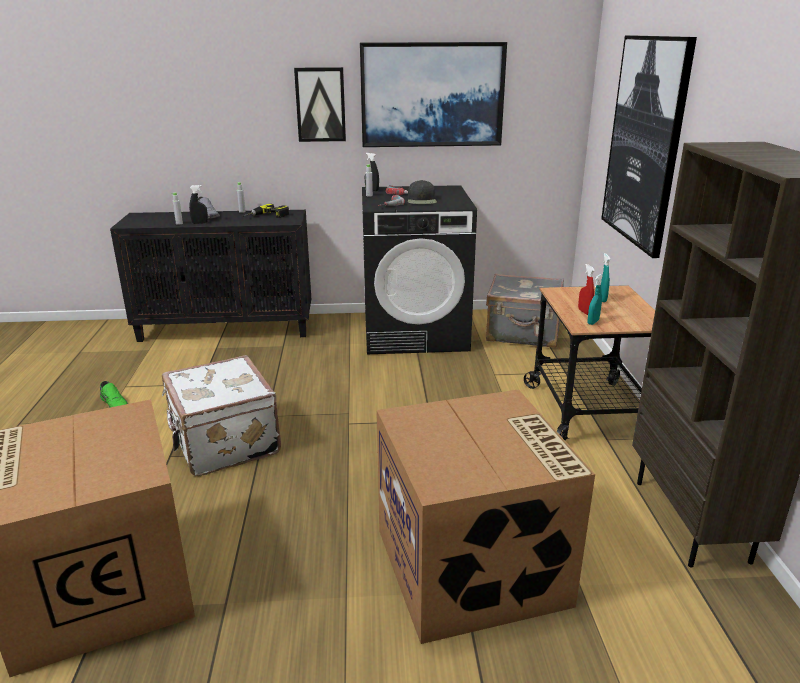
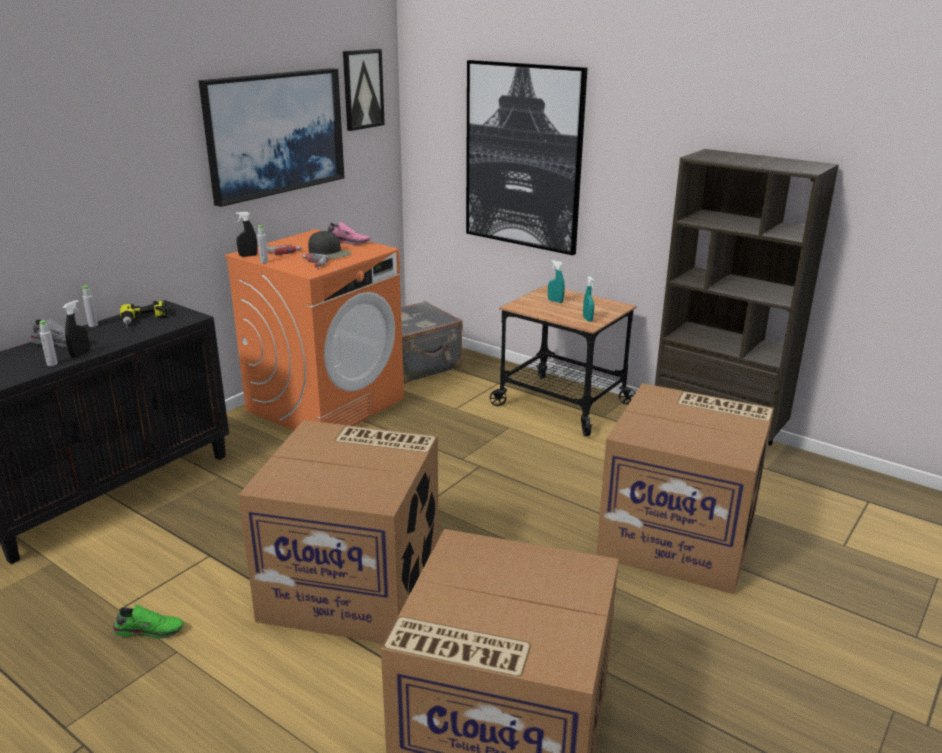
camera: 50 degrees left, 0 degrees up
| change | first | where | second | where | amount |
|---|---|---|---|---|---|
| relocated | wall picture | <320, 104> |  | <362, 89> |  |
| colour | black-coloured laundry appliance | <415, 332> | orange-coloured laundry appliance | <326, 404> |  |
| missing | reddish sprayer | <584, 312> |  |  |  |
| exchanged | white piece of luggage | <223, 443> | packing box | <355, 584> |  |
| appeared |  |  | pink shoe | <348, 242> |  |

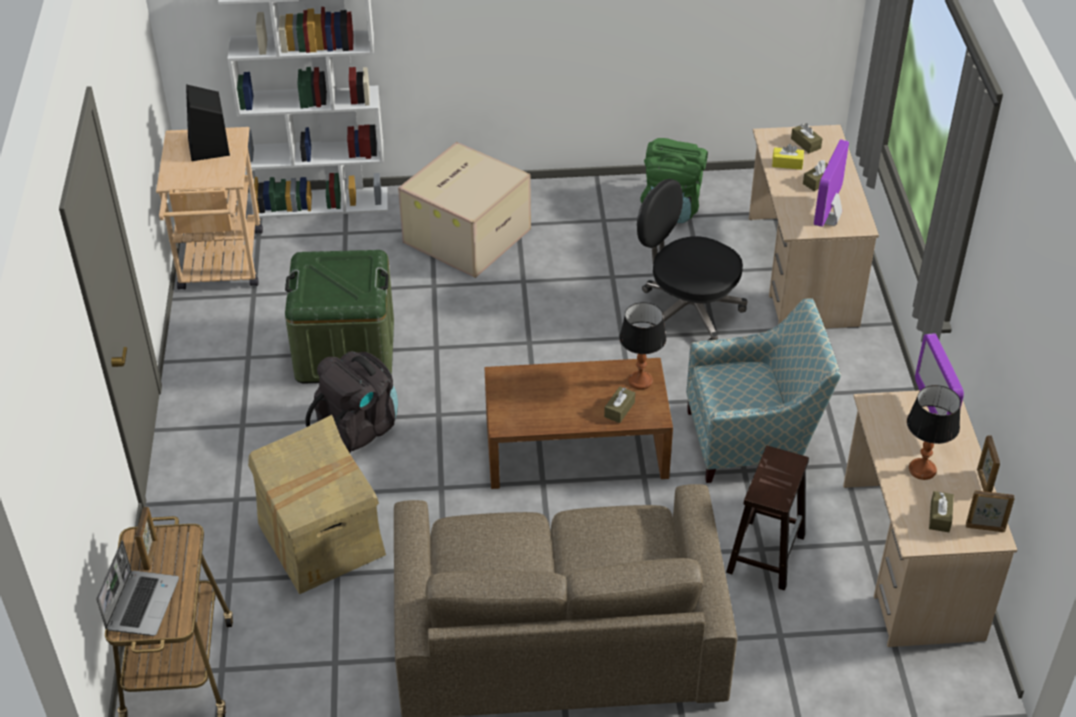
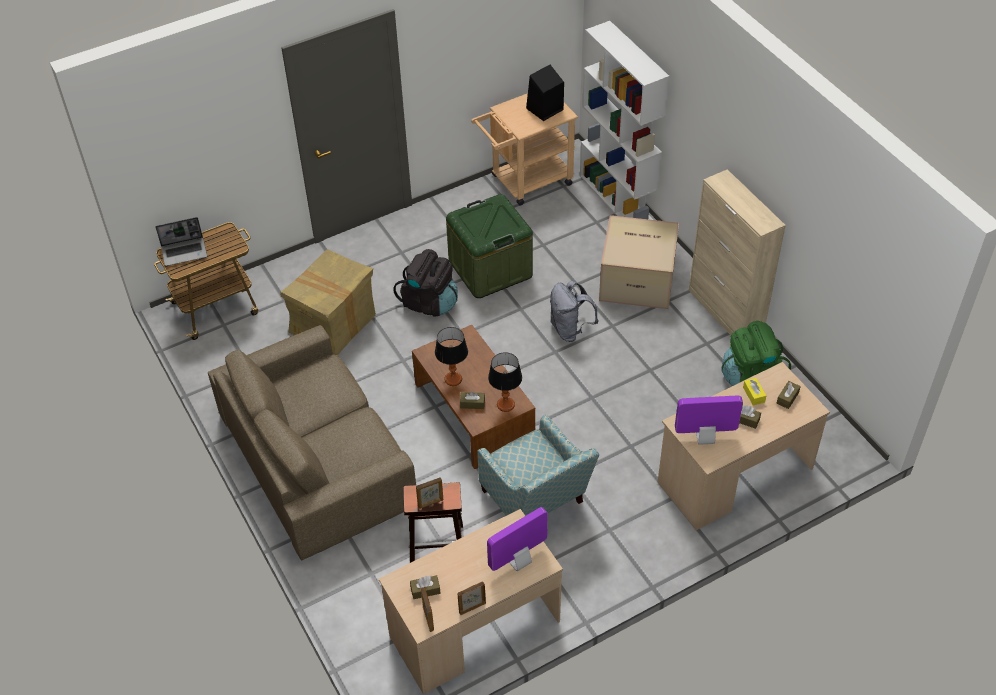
camera: 65 degrees right, 5 degrees up
| change | first | where | second | where | amount |
|---|---|---|---|---|---|
| missing | black-coloured computer chair | <688, 310> |  |  |  |
| relocated | lamp for a table | <922, 469> |  | <453, 379> |  |
| relocated | photo frame | <151, 555> |  | <431, 503> |  |
| appeared |  |  | beige-coloured cupboard | <725, 313> |  |
| appeared |  |  | grey knapsack | <570, 330> |  |

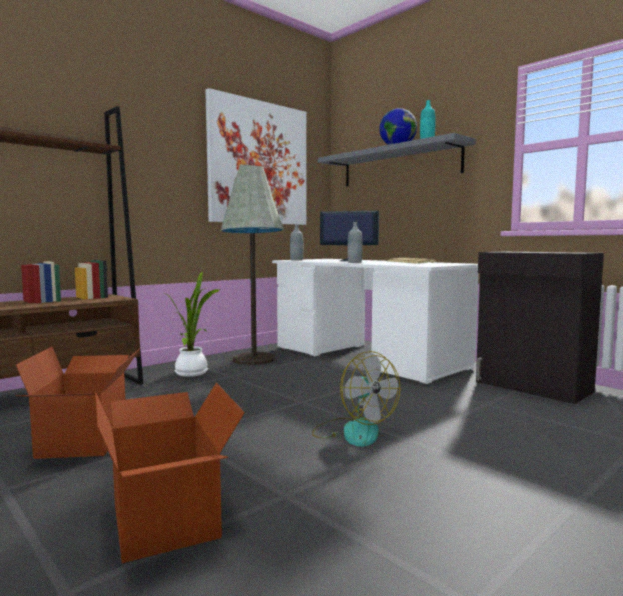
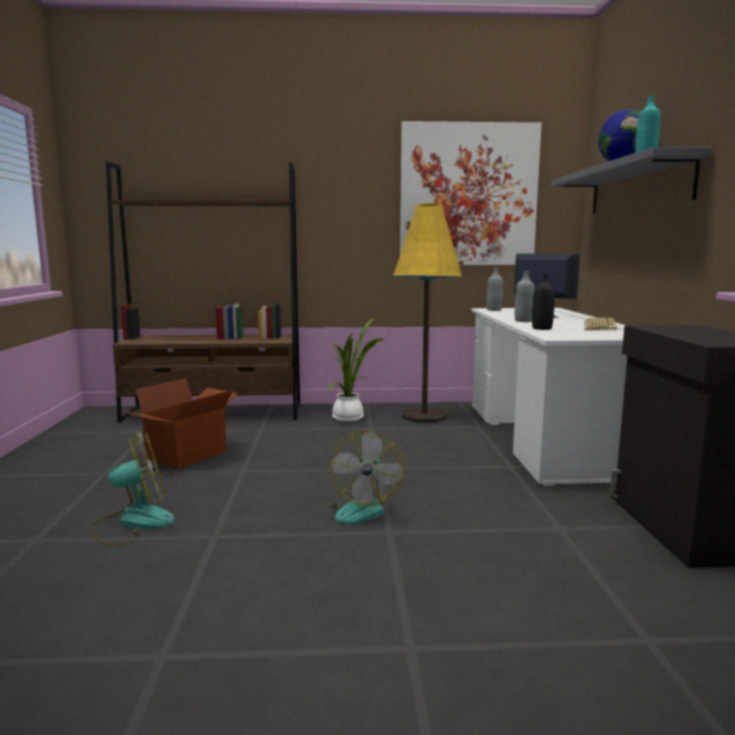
camera: 40 degrees right, 5 degrees up
| change | first | where | second | where | amount |
|---|---|---|---|---|---|
| colour | grey floor lamp | <254, 359> | yellow-coloured floor lamp | <424, 416> |  |
| exchanged | packing box | <167, 519> | cooling fan | <133, 523> |  |
| appeared |  |  | black-coloured drink bottle | <542, 328> |  |

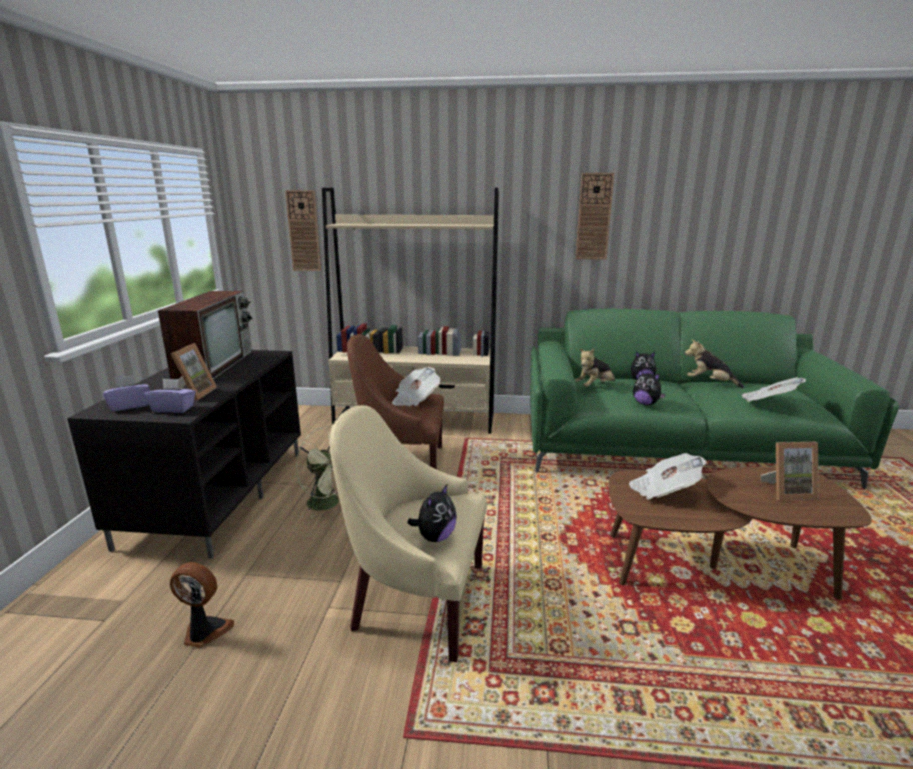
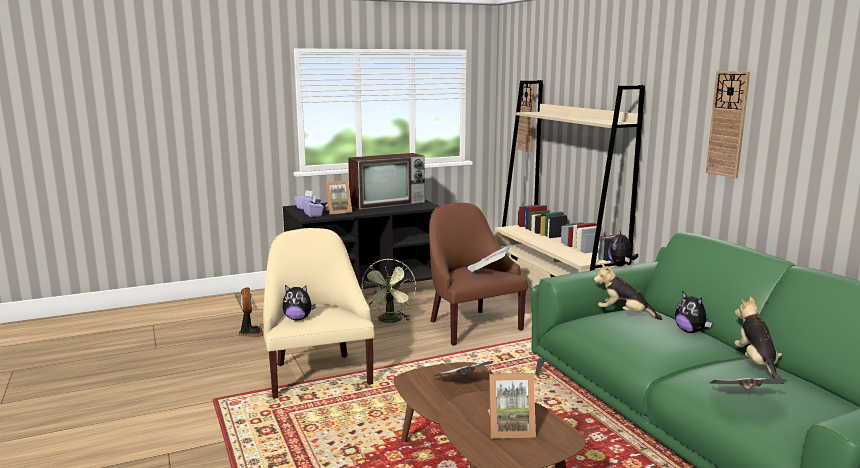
camera: 60 degrees right, 5 degrees down
| change | first | where | second | where | amount |
|---|---|---|---|---|---|
| relocated | plush toy | <646, 404> |  | <620, 265> |  |
| spun | photo frame | <787, 492> |  | <510, 429> | 60 degrees counterclockwise |

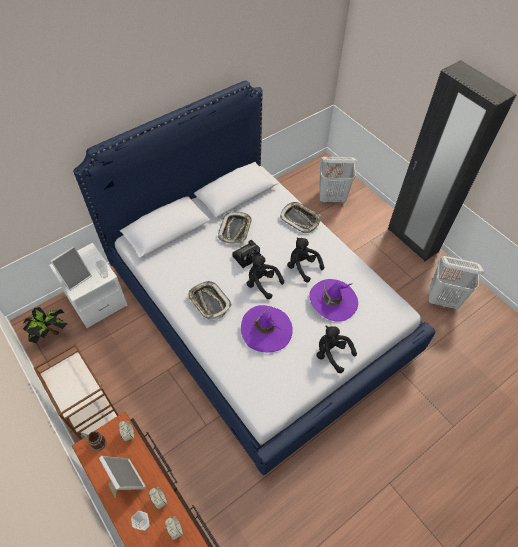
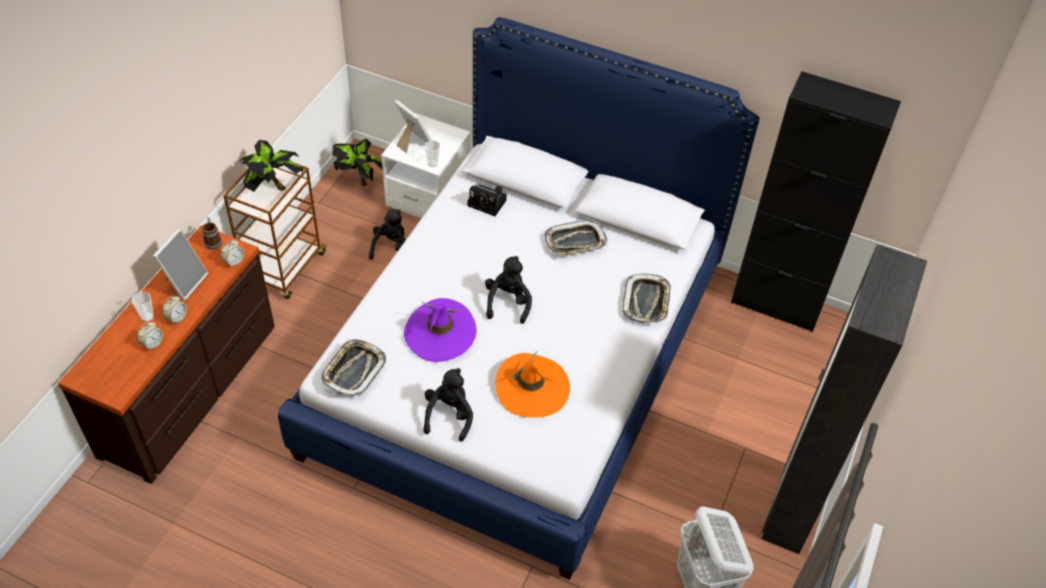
camera: 60 degrees right, 5 degrees down
| change | first | where | second | where | amount |
|---|---|---|---|---|---|
| missing | white hamper | <332, 198> |  |  |  |
| relocated | black-coloured plush toy | <302, 266> |  | <391, 249> |  |
| relocated | still camera | <247, 256> |  | <488, 203> |  |
| spun | photo frame | <76, 277> |  | <413, 142> | 150 degrees counterclockwise |
| colour | purple-coloured hat | <333, 301> | orange-coloured hat | <532, 388> |  |
| relocated | tray | <209, 302> |  | <353, 371> |  |
| appeared |  |  | black-coloured cupboard | <776, 304> |  |
| appeared |  |  | plant in a pot | <273, 187> |  |

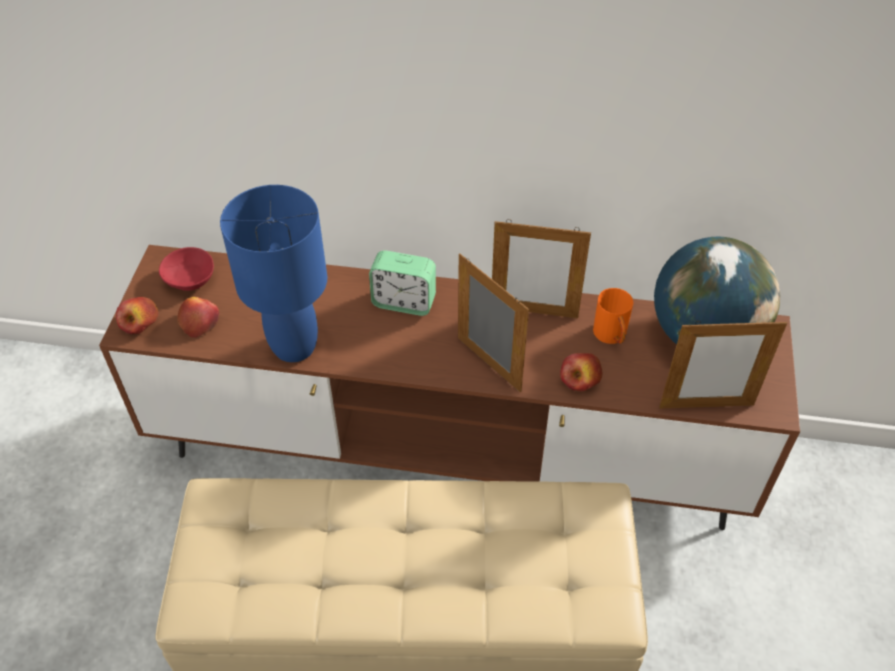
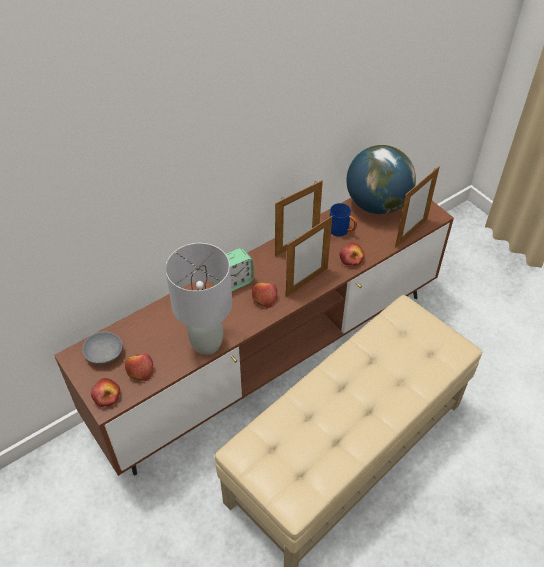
camera: 45 degrees left, 0 degrees up
| change | first | where | second | where | amount |
|---|---|---|---|---|---|
| colour | blue lamp for a table | <295, 346> | grey lamp for a table | <206, 343> |  |
| colour | reddish bowl | <191, 278> | grey bowl | <105, 353> |  |
| spun | photo frame | <488, 364> |  | <306, 282> | 135 degrees clockwise |
| colour | orange-coloured coffee mug | <612, 337> | blue coffee mug | <342, 231> |  |
| appeared |  |  | apple fruit | <264, 297> |  |

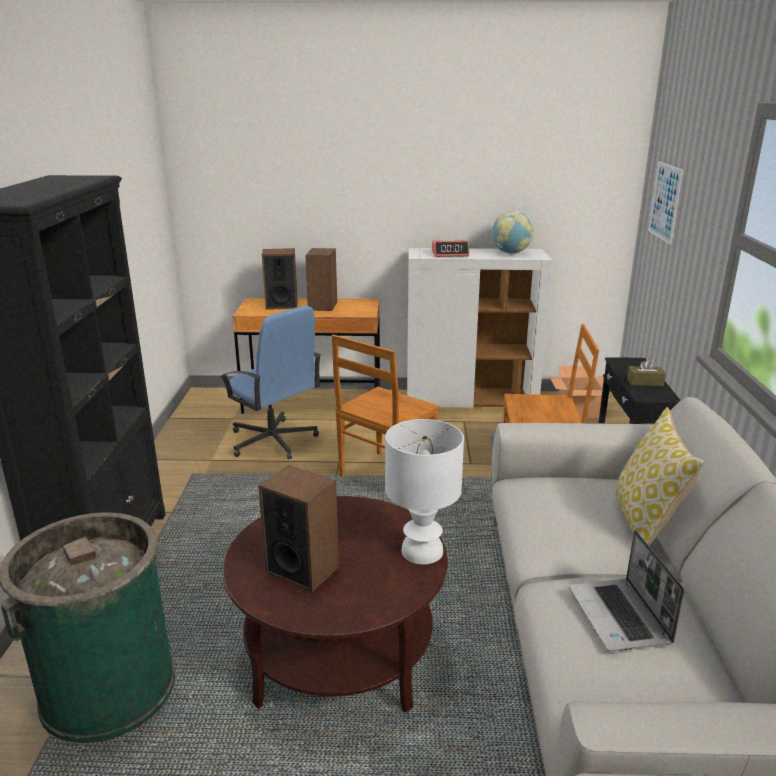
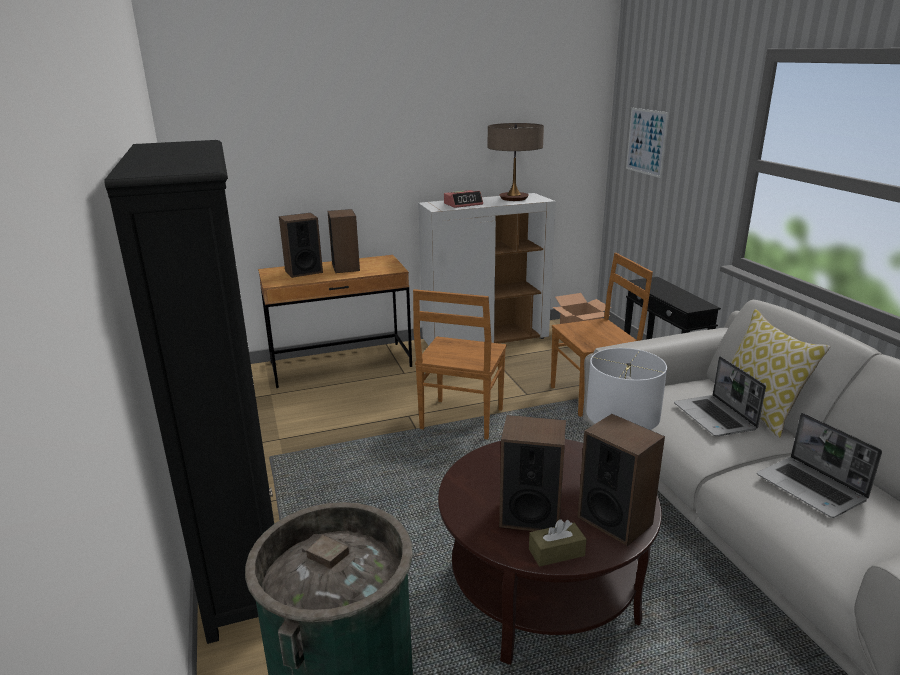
camera: 20 degrees left, 0 degrees up
| change | first | where | second | where | amount |
|---|---|---|---|---|---|
| exchanged | desk globe | <510, 253> | lamp for a table | <513, 198> |  |
| missing | blue computer chair | <273, 441> |  |  |  |
| relocated | brown-coloured tissue holder | <645, 382> |  | <556, 552> |  |
| appeared |  |  | portable computer | <715, 417> |  |
| appeared |  |  | loudspeaker | <615, 520> |  |

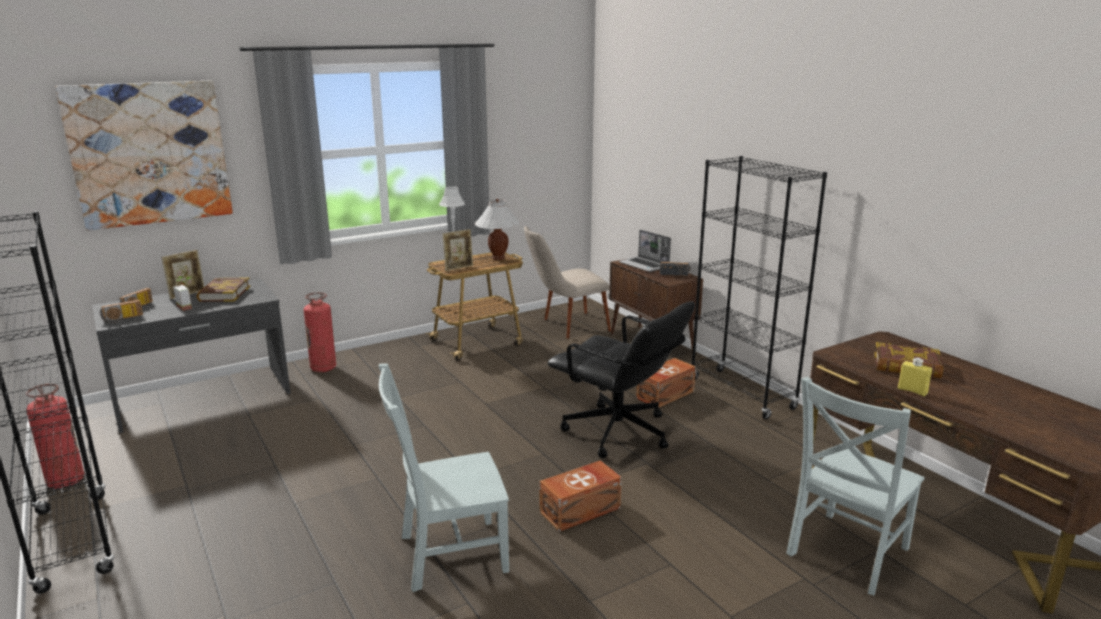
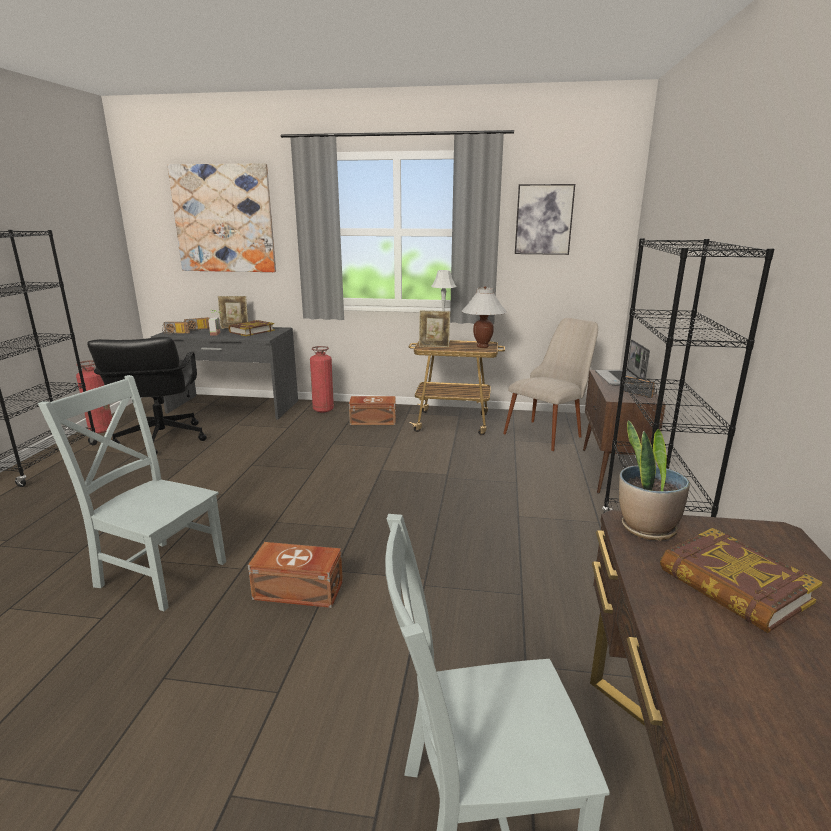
camera: 40 degrees right, 0 degrees up
| change | first | where | second | where | amount |
|---|---|---|---|---|---|
| spun | beige-coloured chair | <566, 327> |  | <549, 432> | 120 degrees clockwise |
| relocated | black-coloured computer chair | <618, 432> |  | <161, 439> |  |
| relocated | brown-coloured storage container | <664, 394> |  | <372, 420> |  |
| missing | yellow-coloured drink bottle | <912, 391> |  |  |  |
| appeared |  |  | wall picture | <544, 219> |  |
| appeared |  |  | plant in a pot | <646, 528> |  |

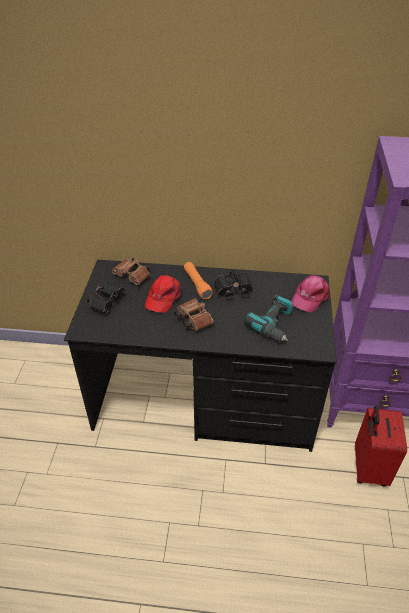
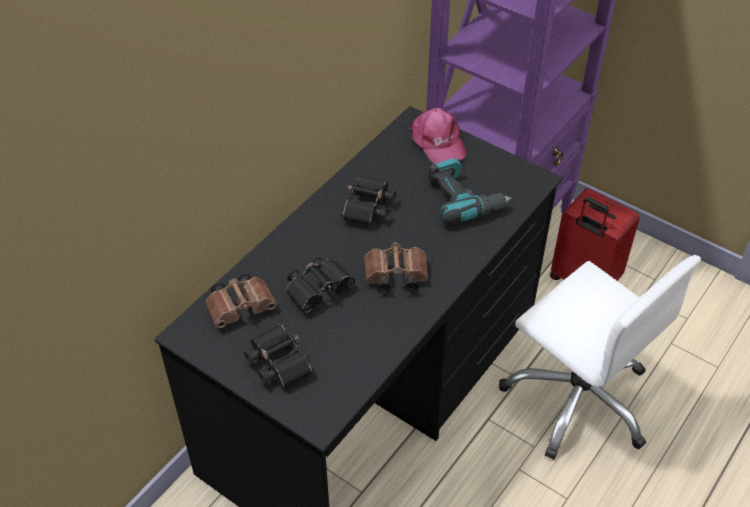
camera: 60 degrees left, 5 degrees up
| change | first | where | second | where | amount |
|---|---|---|---|---|---|
| missing | orange-coloured hand torch | <197, 284> |  |  |  |
| exchanged | reddish cap | <163, 297> | black-coloured pair of binoculars | <320, 290> |  |
| appeared |  |  | white computer chair | <578, 398> |  |

